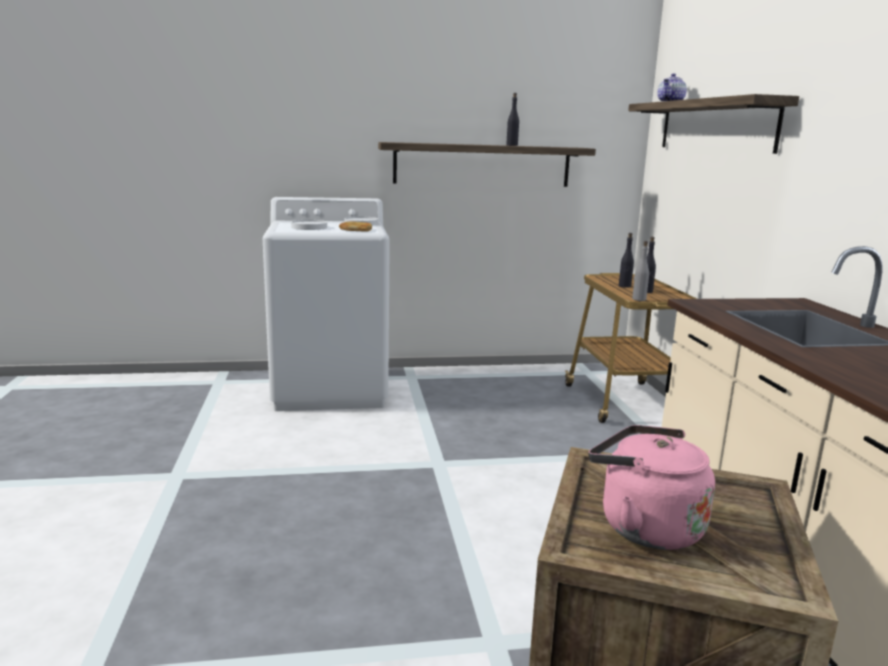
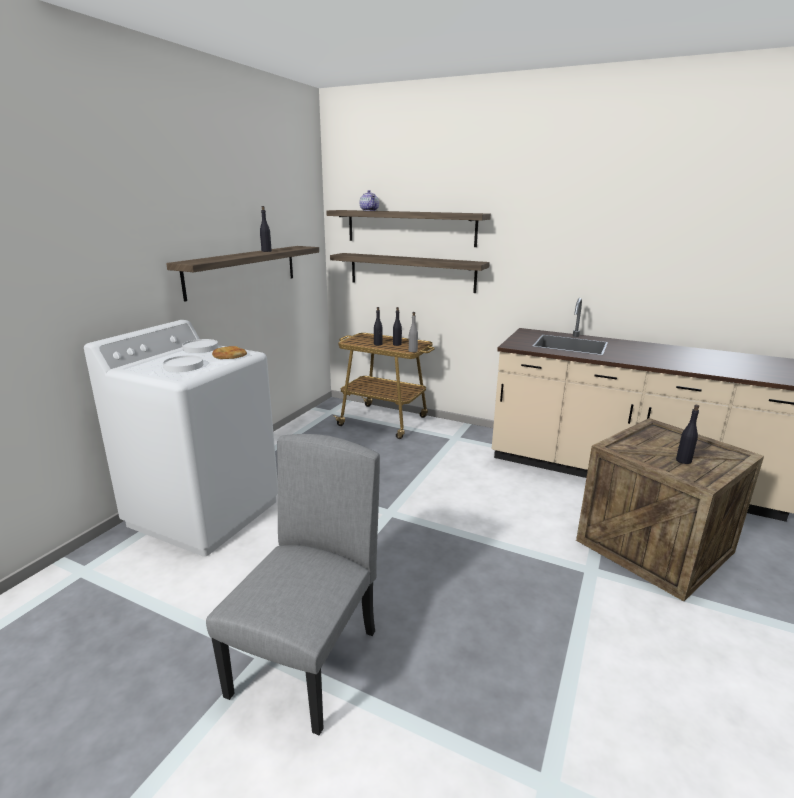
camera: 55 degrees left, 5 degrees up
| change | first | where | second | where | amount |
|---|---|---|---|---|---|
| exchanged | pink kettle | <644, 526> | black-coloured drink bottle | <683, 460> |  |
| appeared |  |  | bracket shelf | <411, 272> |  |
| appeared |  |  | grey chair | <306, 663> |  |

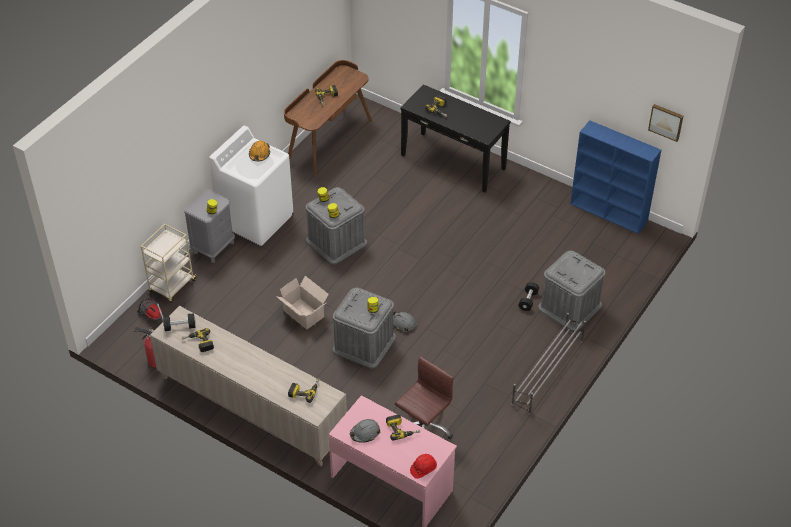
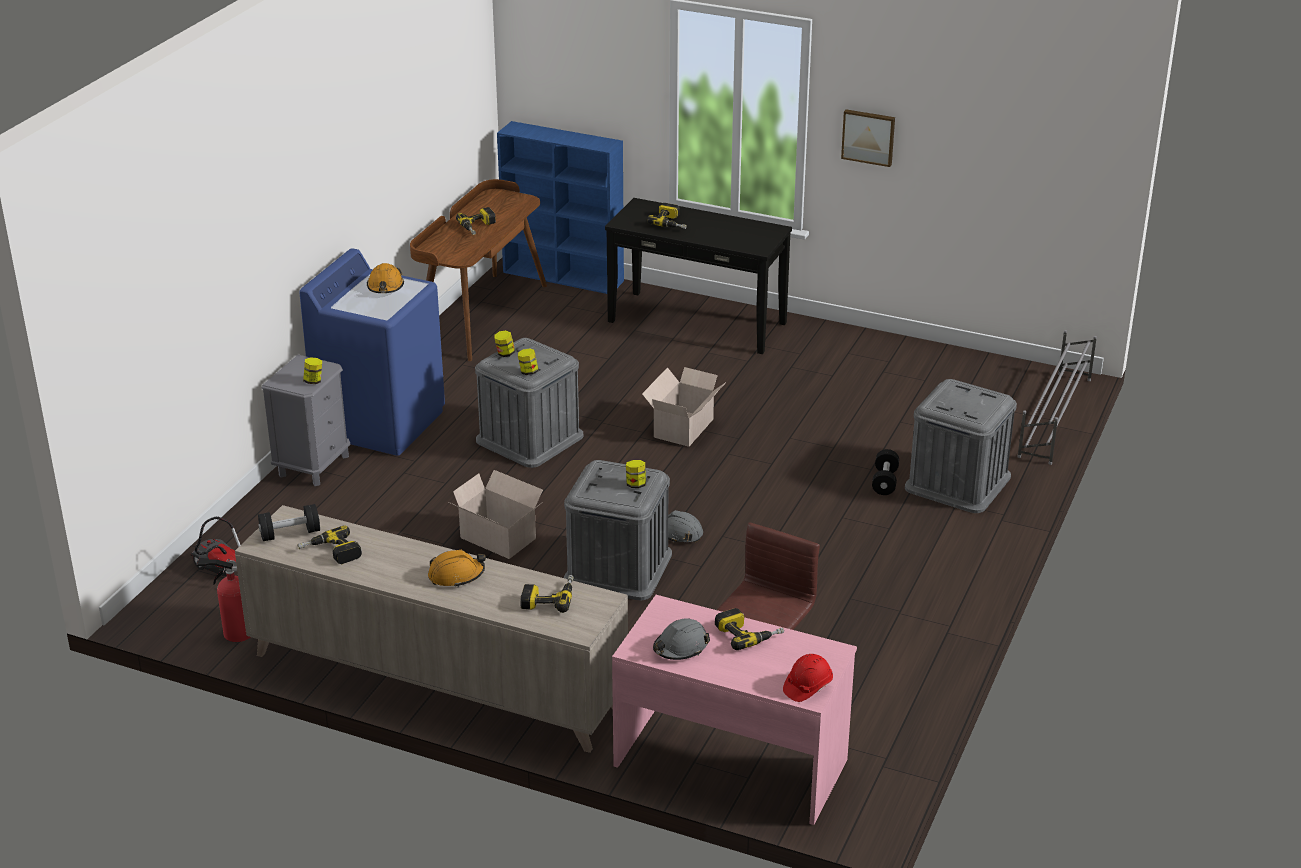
camera: 10 degrees left, 15 degrees down
| change | first | where | second | where | amount |
|---|---|---|---|---|---|
| relocated | wall picture | <666, 121> |  | <868, 137> |  |
| relocated | blue bookshelf | <609, 213> |  | <564, 277> |  |
| colour | white laundry appliance | <256, 219> | blue laundry appliance | <380, 422> |  |
| missing | beige-coloured trolley | <172, 286> |  |  |  |
| relocated | grey shoe rack | <547, 373> |  | <1054, 417> |  |
| appeared |  |  | packing box | <685, 427> |  |
| appeared |  |  | orange-coloured safety helmet | <456, 575> |  |

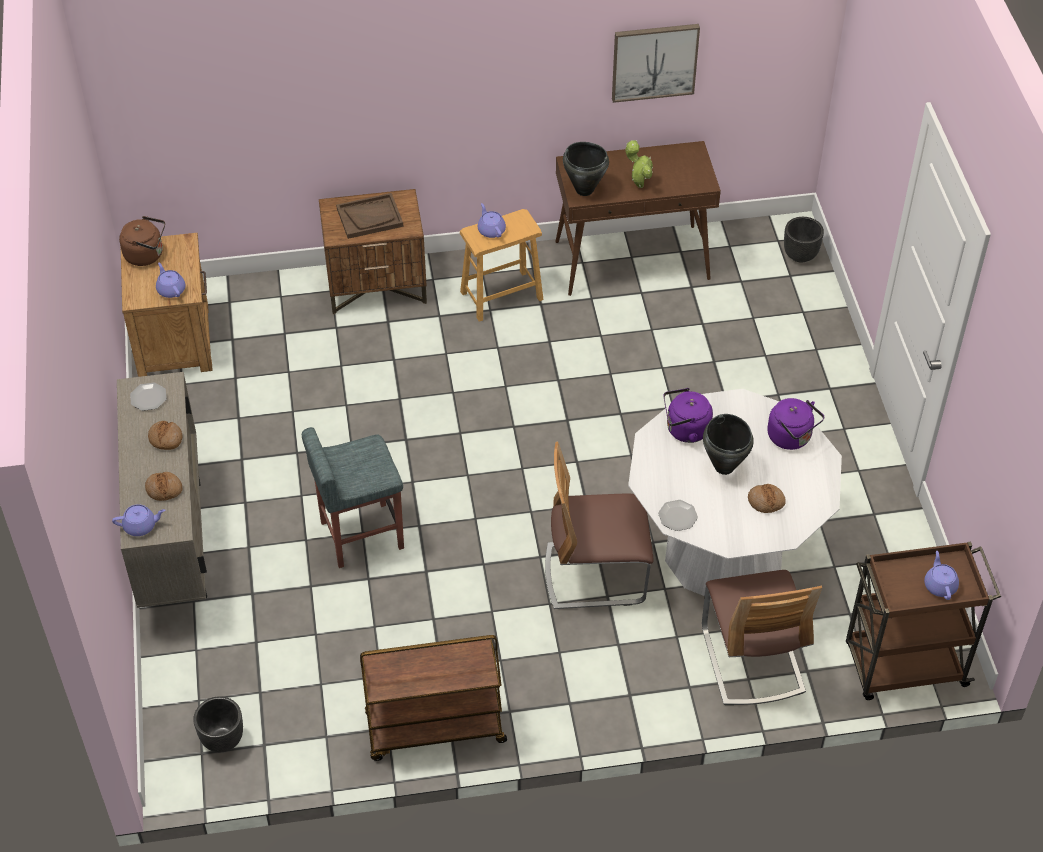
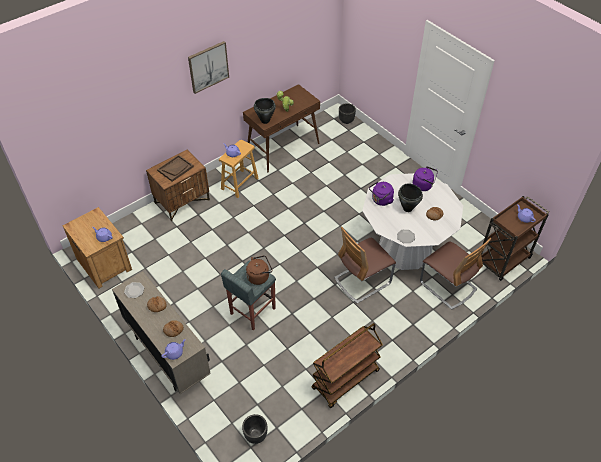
camera: 30 degrees left, 0 degrees up
| change | first | where | second | where | amount |
|---|---|---|---|---|---|
| relocated | wall picture | <654, 61> |  | <208, 66> |  |
| relocated | brown-coloured kettle | <147, 255> |  | <259, 276> |  |

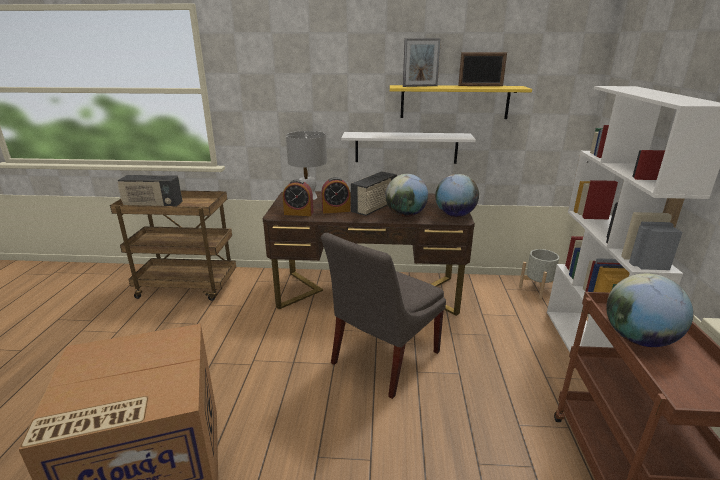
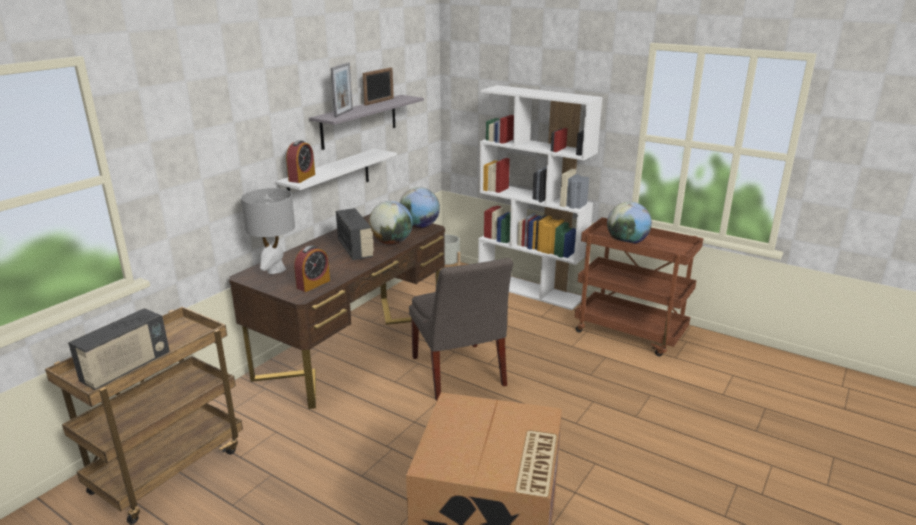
camera: 60 degrees left, 0 degrees up
| change | first | where | second | where | amount |
|---|---|---|---|---|---|
| colour | yellow-coloured bracket shelf | <454, 102> | grey bracket shelf | <359, 121> |  |
| relocated | alarm clock | <336, 210> |  | <302, 178> |  |

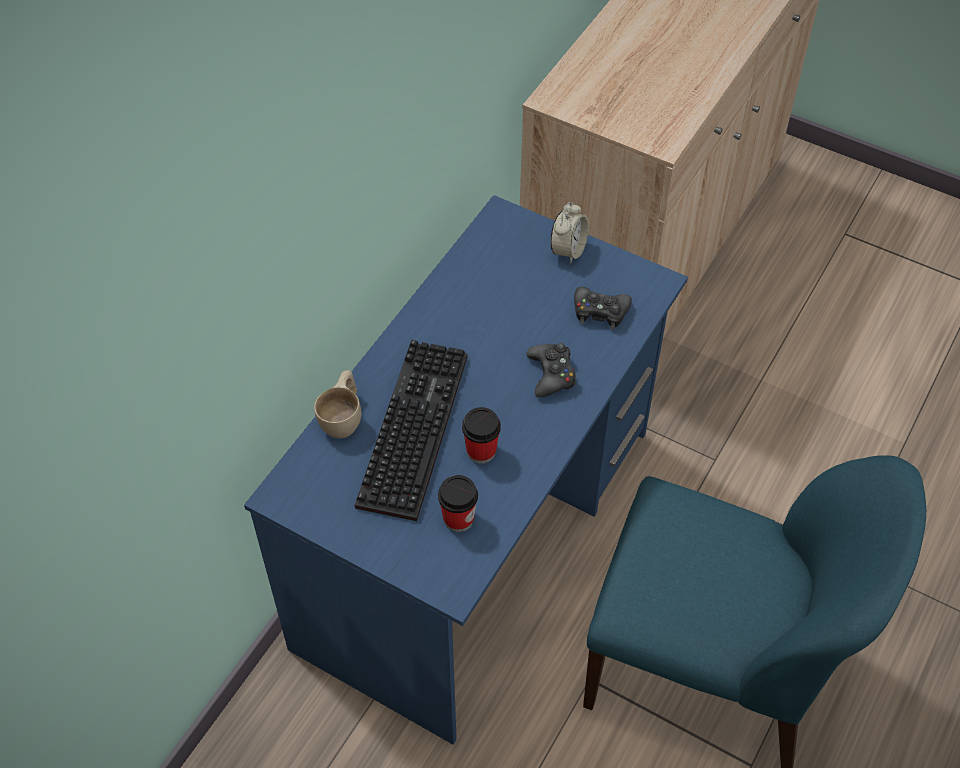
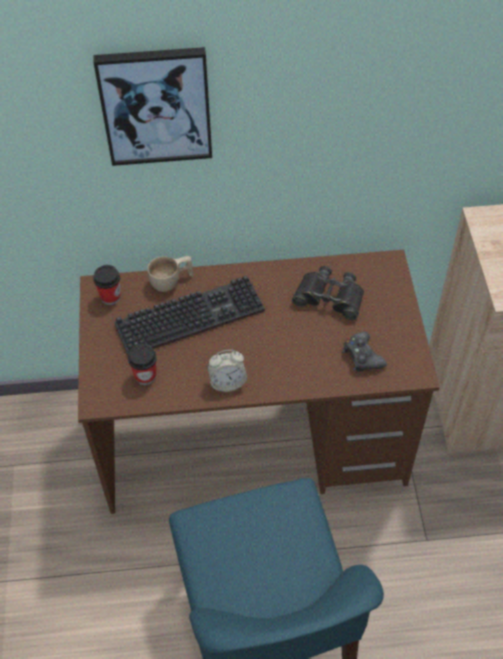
camera: 55 degrees right, 0 degrees up
| change | first | where | second | where | amount |
|---|---|---|---|---|---|
| colour | blue desk table | <477, 537> | brown-coloured desk table | <254, 440> |  |
| relocated | alarm clock | <568, 250> |  | <227, 382> |  |
| missing | black-coloured gamepad | <551, 374> |  |  |  |
| relocated | drinking cup | <481, 451> |  | <110, 297> |  |
| appeared |  |  | wall picture | <156, 105> |  |
| appeared |  |  | black-coloured pair of binoculars | <329, 297> |  |

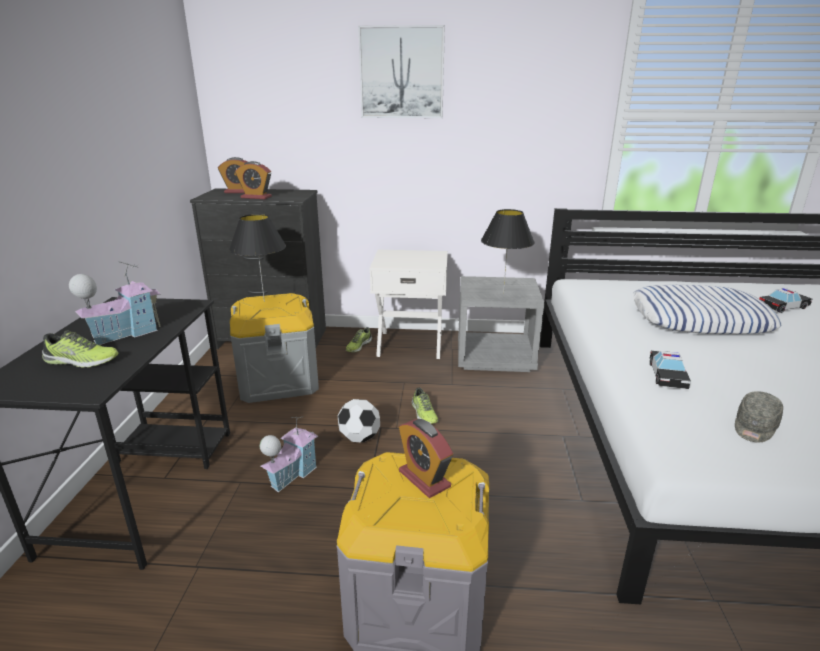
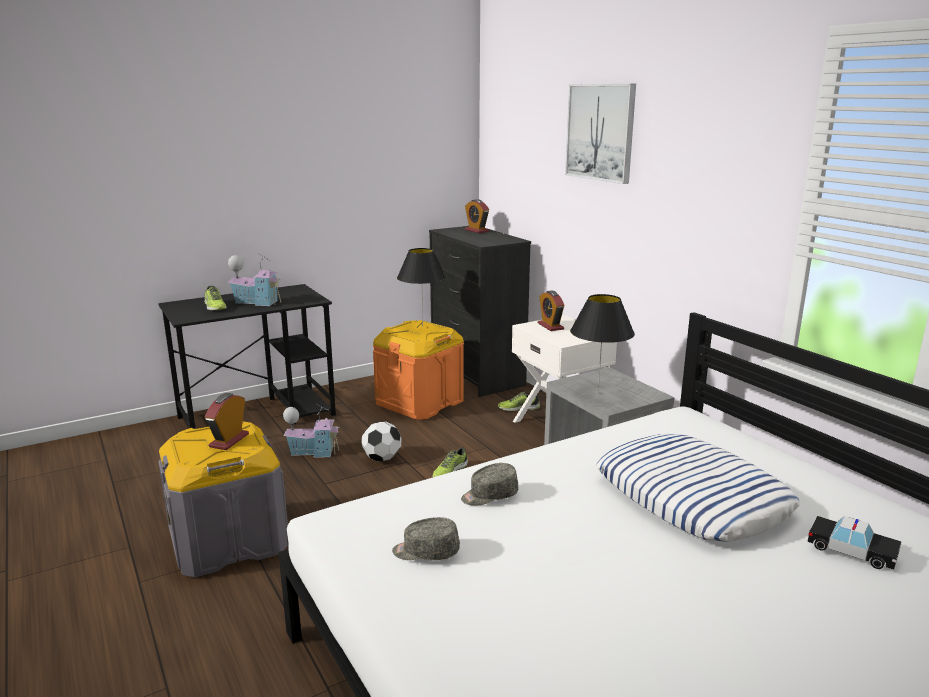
camera: 55 degrees right, 5 degrees down
| change | first | where | second | where | amount |
|---|---|---|---|---|---|
| relocated | alarm clock | <256, 197> |  | <550, 326> |  |
| colour | grey storage container | <278, 380> | orange-coloured storage container | <420, 402> |  |
| exchanged | miniature car | <667, 375> | grey cap | <489, 495> |  |

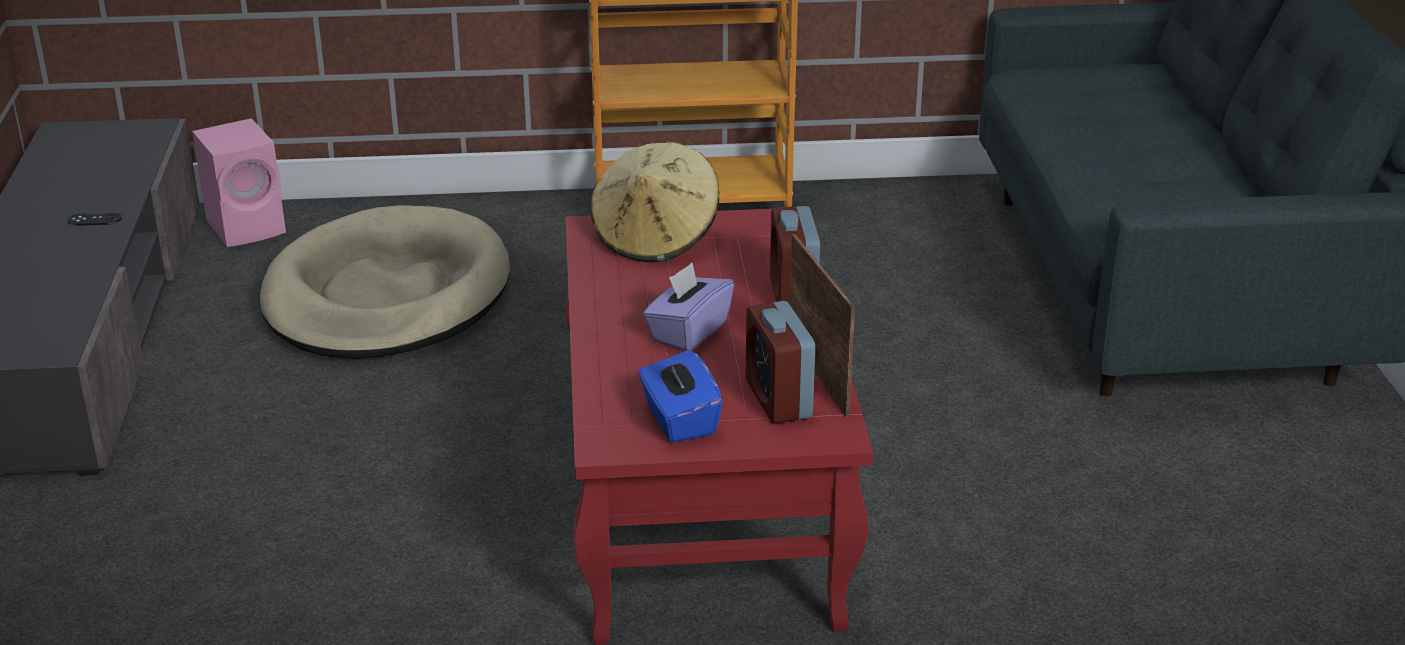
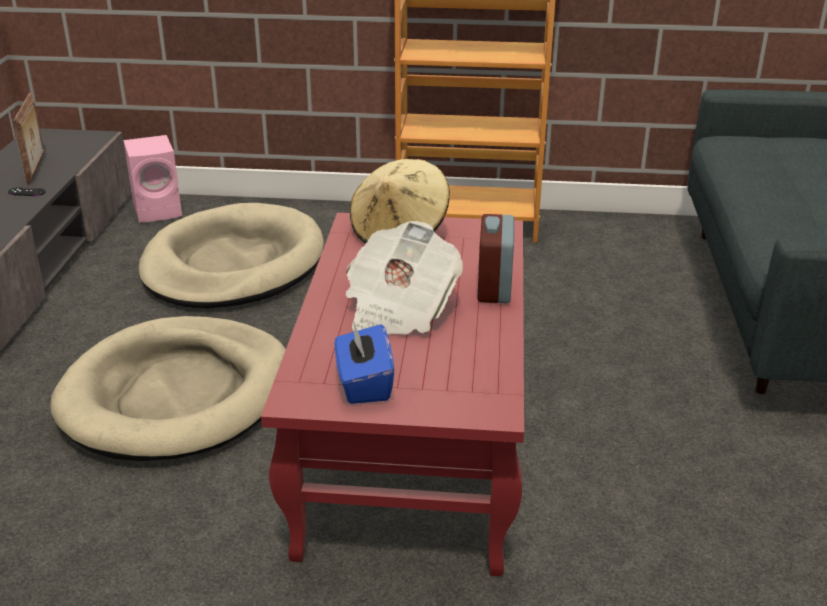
camera: 10 degrees right, 0 degrees up
| change | first | where | second | where | amount |
|---|---|---|---|---|---|
| relocated | photo frame | <820, 376> |  | <37, 169> |  |
| exchanged | purple-coloured tissue holder | <688, 332> | daily paper | <398, 309> |  |
| missing | alarm clock | <778, 399> |  |  |  |
| appeared |  |  | beige-coloured dog cushion | <177, 395> |  |

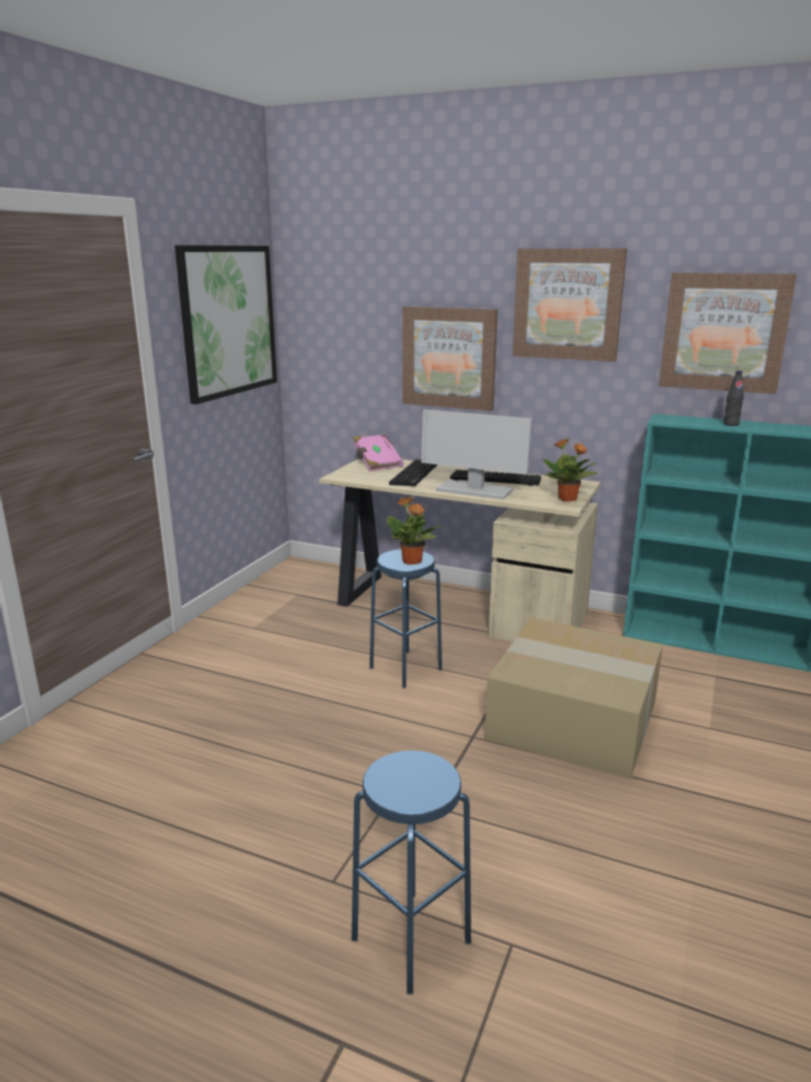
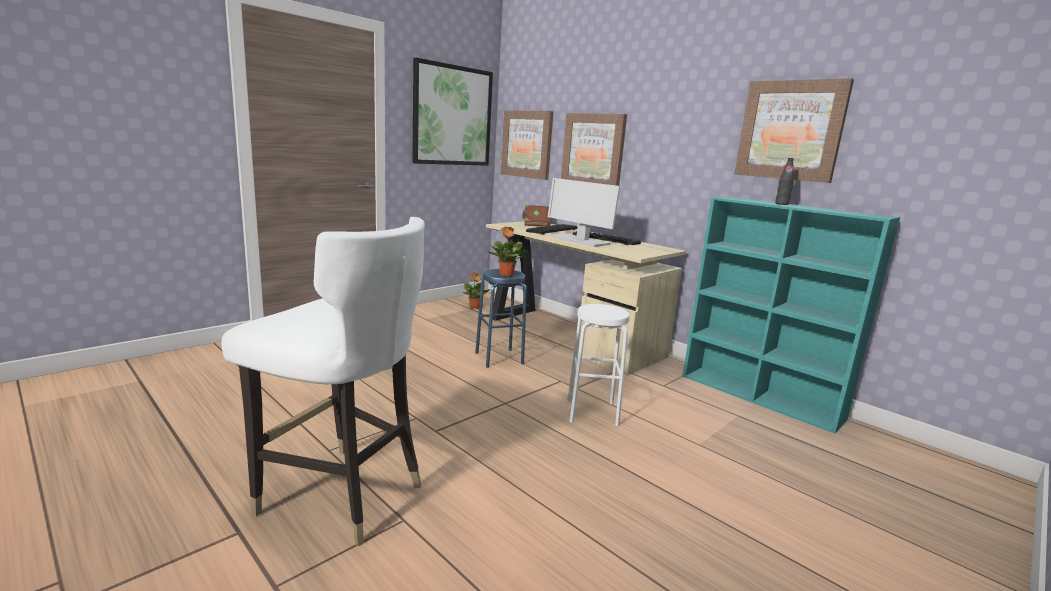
camera: 20 degrees right, 5 degrees down
| change | first | where | second | where | amount |
|---|---|---|---|---|---|
| relocated | wall picture | <568, 304> |  | <527, 144> |  |
| colour | pink bound book | <376, 463> | brown-coloured bound book | <535, 224> |  |
| relocated | plant in a pot | <568, 499> |  | <474, 307> |  |
| exchanged | packing box | <576, 719> | white sitting stool | <592, 412> |  |
| exchanged | blue sitting stool | <411, 940> | white chair | <341, 495> |  |

